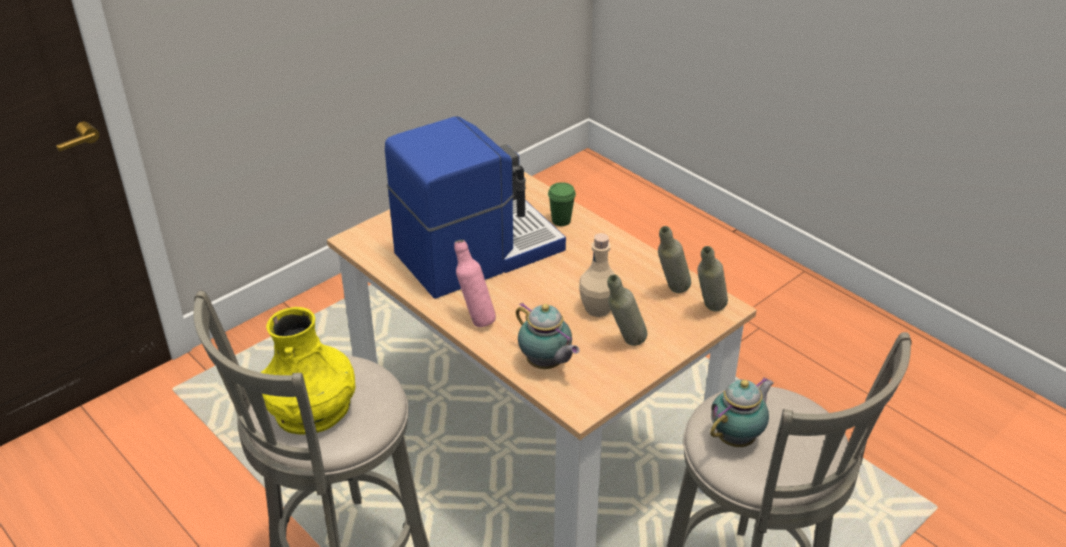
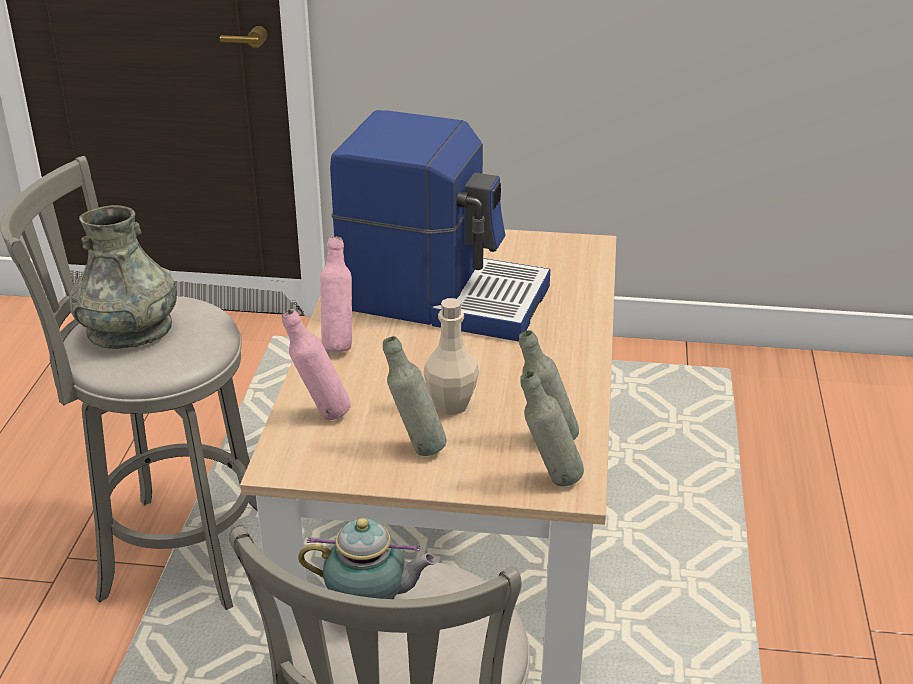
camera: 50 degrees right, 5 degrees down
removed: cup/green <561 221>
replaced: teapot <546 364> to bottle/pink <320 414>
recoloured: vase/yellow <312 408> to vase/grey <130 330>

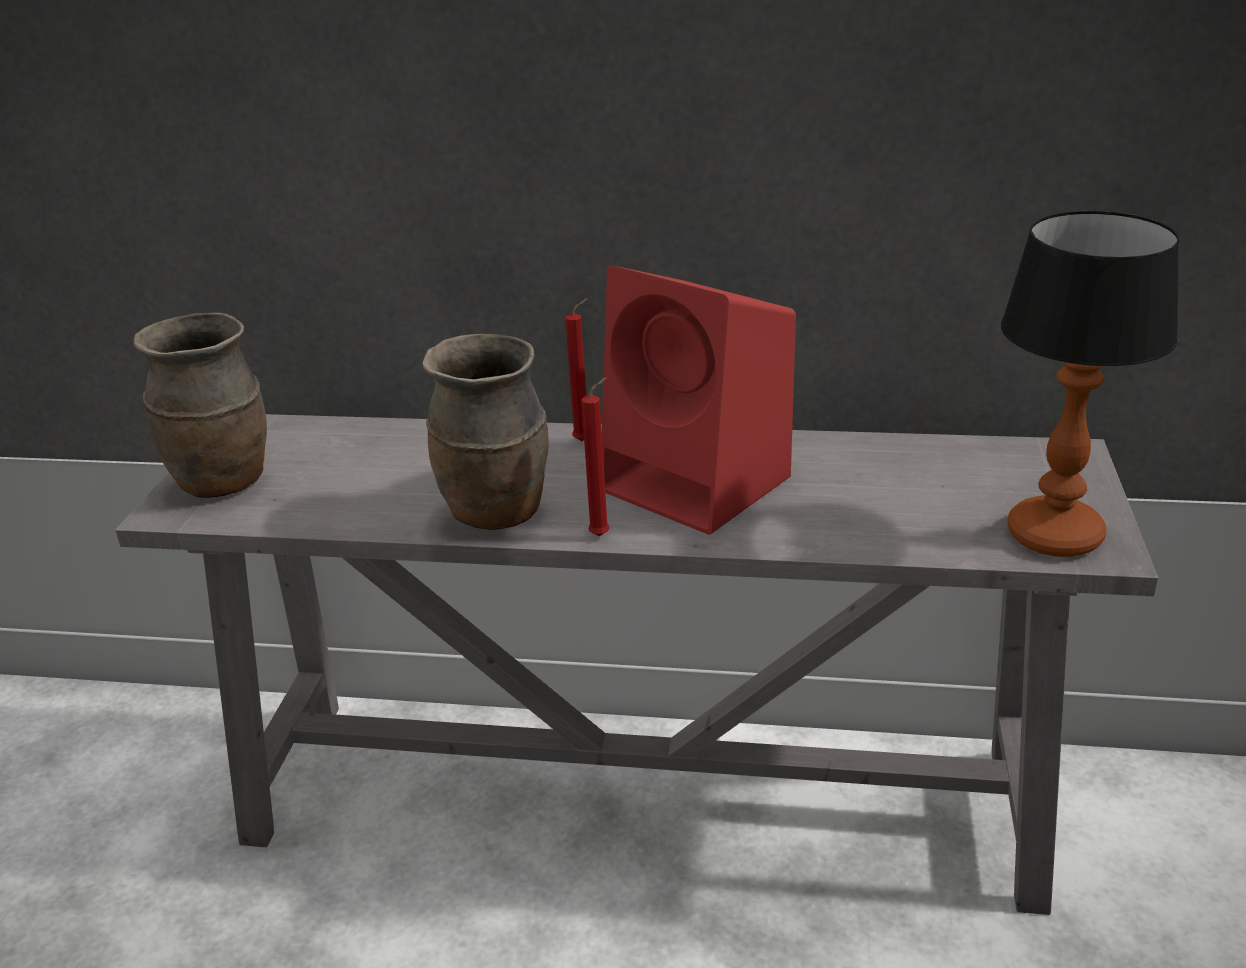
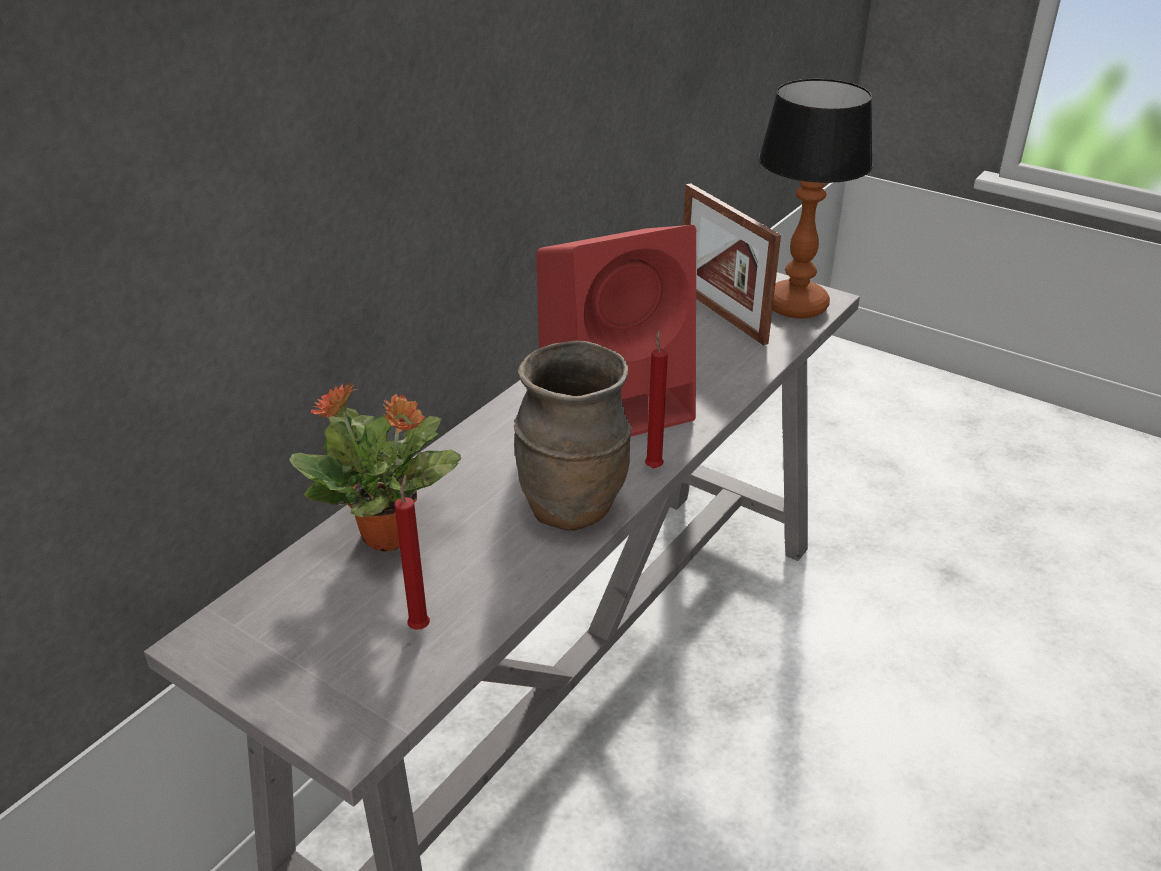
camera: 65 degrees left, 5 degrees up
removed: vase/brown <225 482>
added: picture frame <722 314>; potted plant <389 536>
moved: candle/red <585 440> to <420 625>

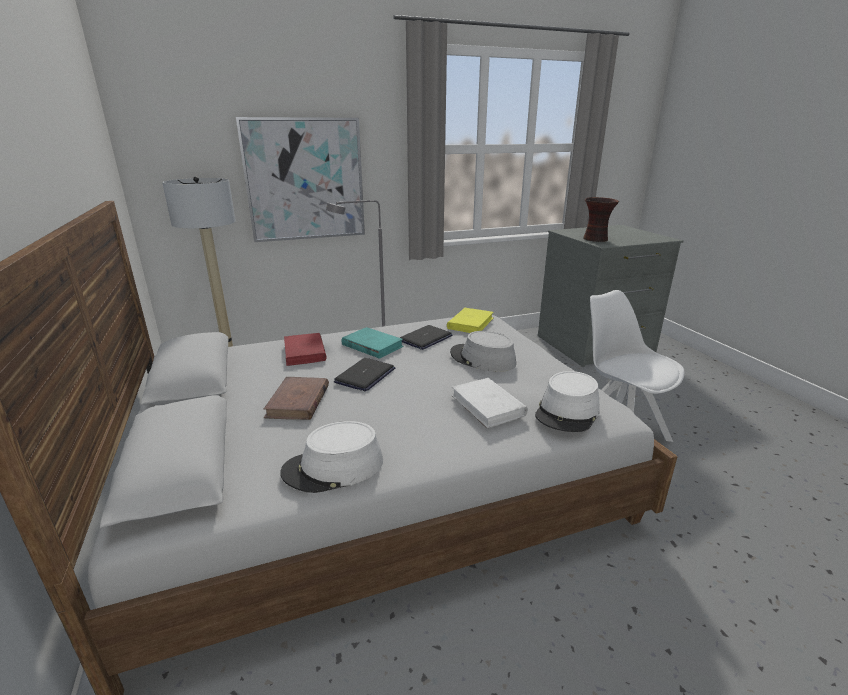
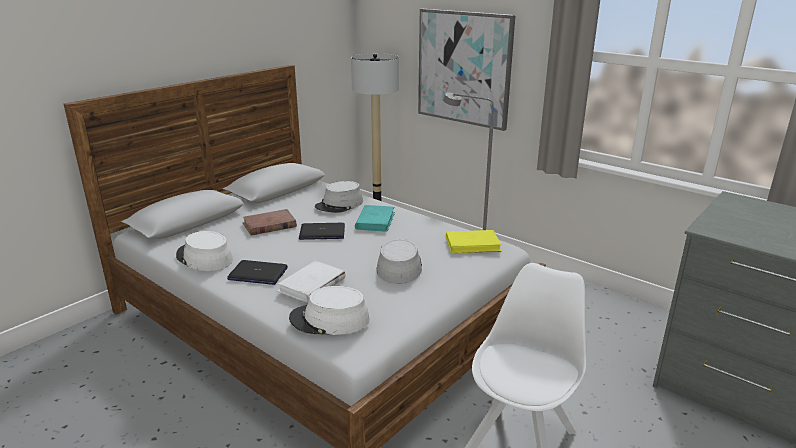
camera: 60 degrees right, 0 degrees up
removed: vase <596 239>
moved: laptop <425 338> to <257 274>
replaced: book/red <304 352> to hat/grey <339 204>

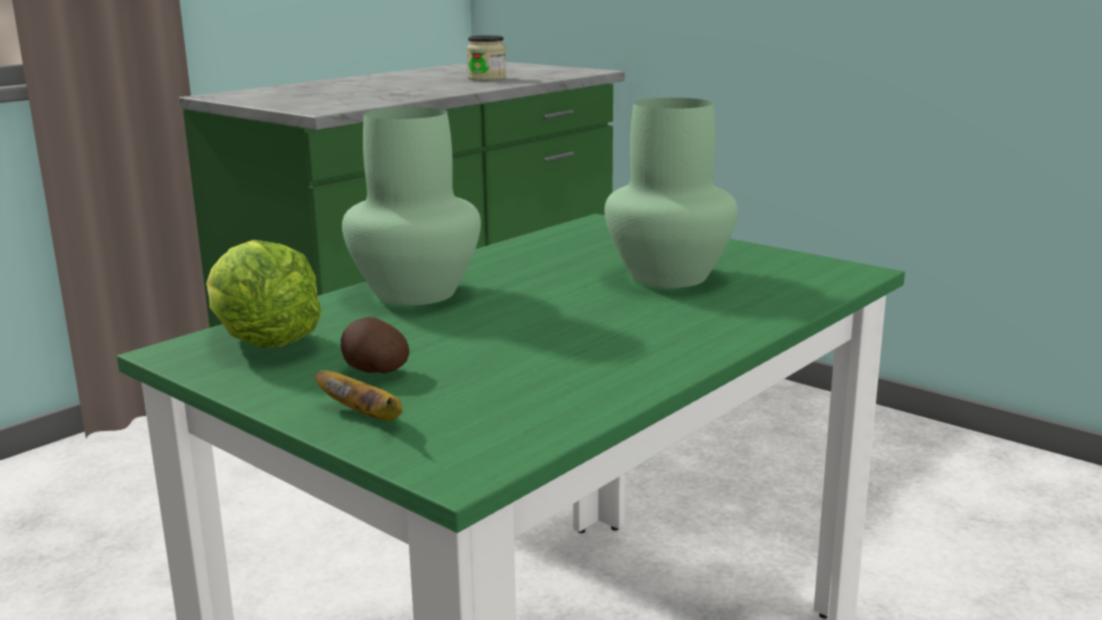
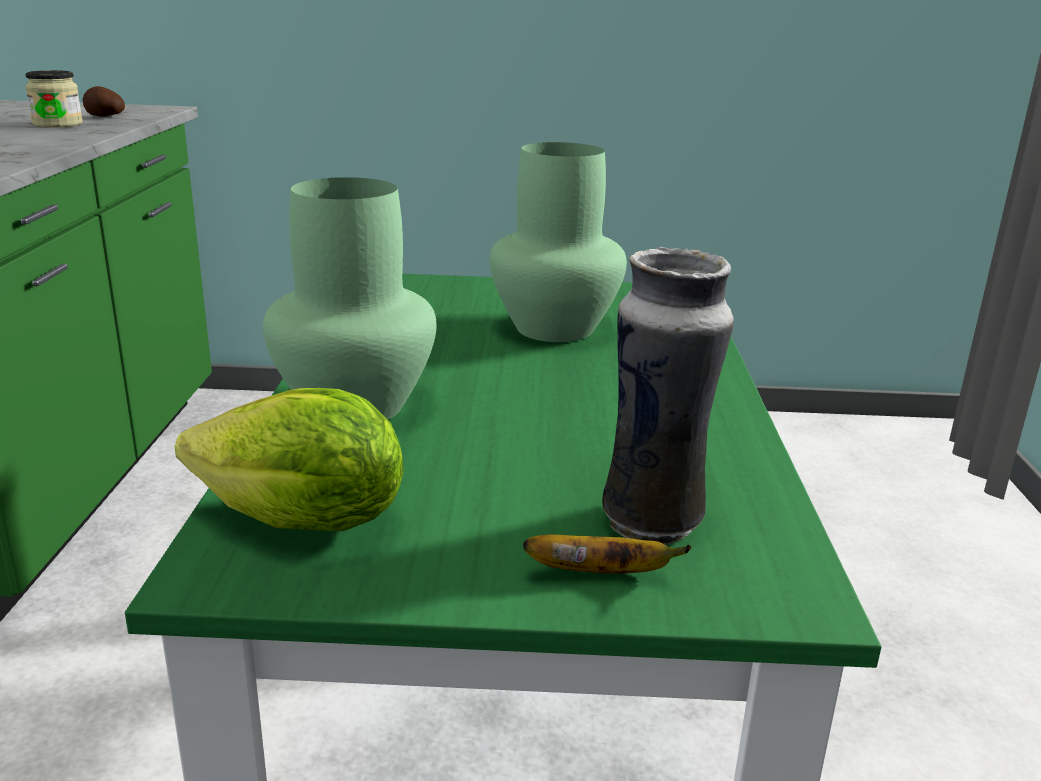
camera: 40 degrees left, 5 degrees up
added: vase <653 522>
moved: potato <374 372> to <105 116>

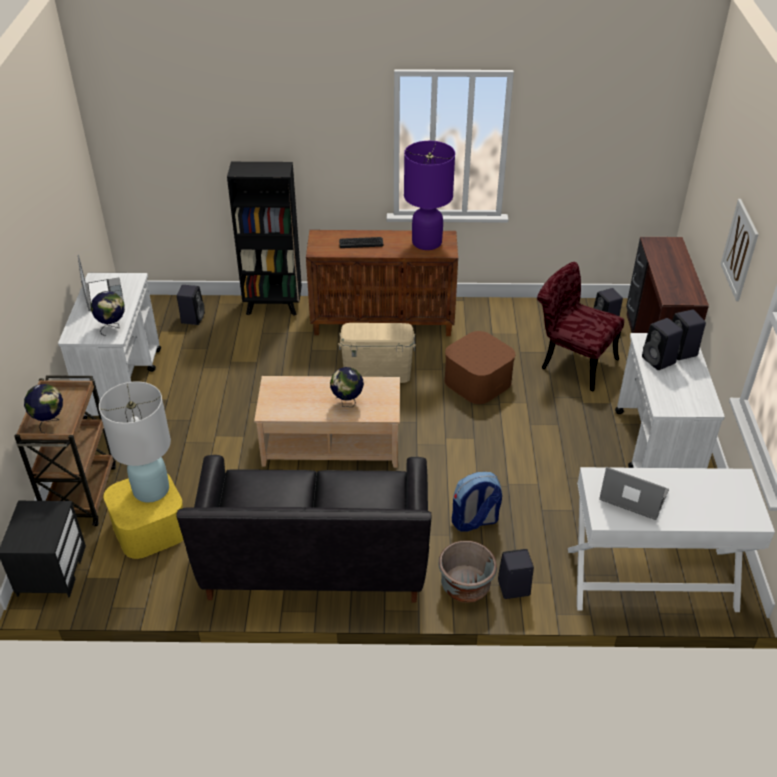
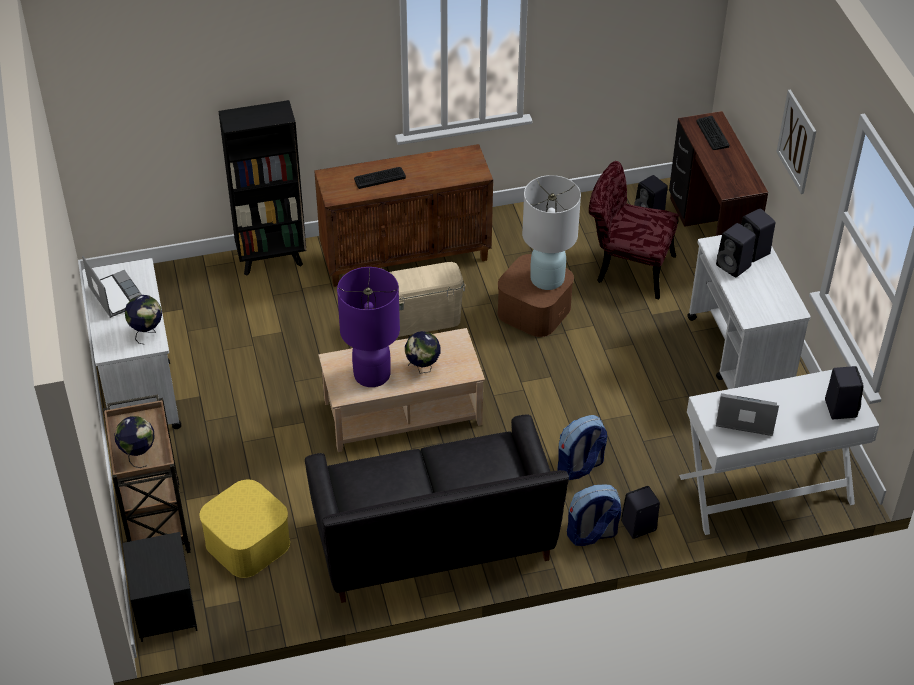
camera: 15 degrees left, 5 degrees up
added: keyboard <712 133>
moved: table lamp/purple <426 243> to <372 375>; speaker/black <193 318> to <839 407>; table lamp/white <151 489> to <547 278>
replaced: planter/grey <465 586> to backpack <591 534>

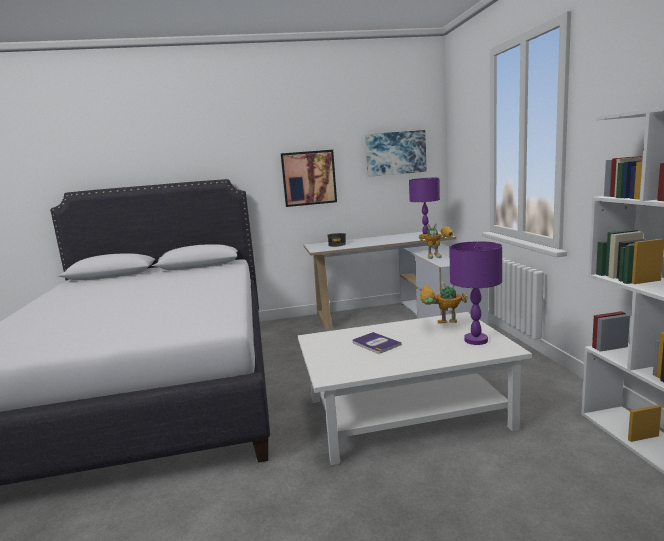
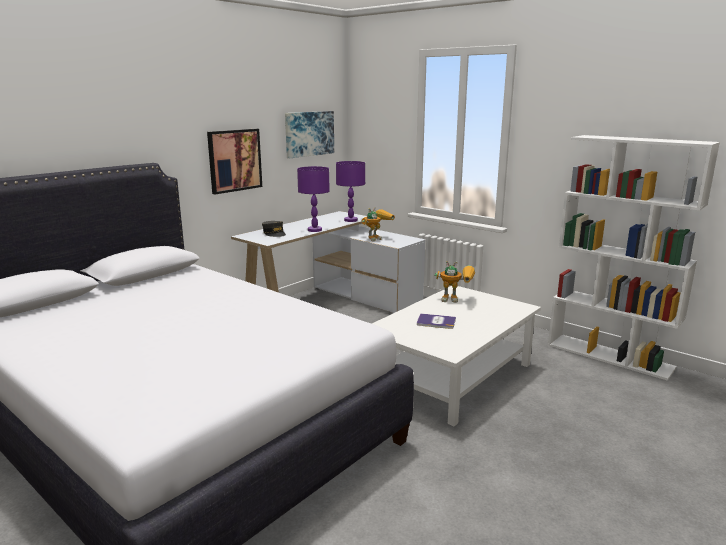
camera: 40 degrees left, 5 degrees up
moved: table lamp/purple <476 340> to <314 230>
turned: toy robot <440 326> = <456 299> 135 degrees counterclockwise

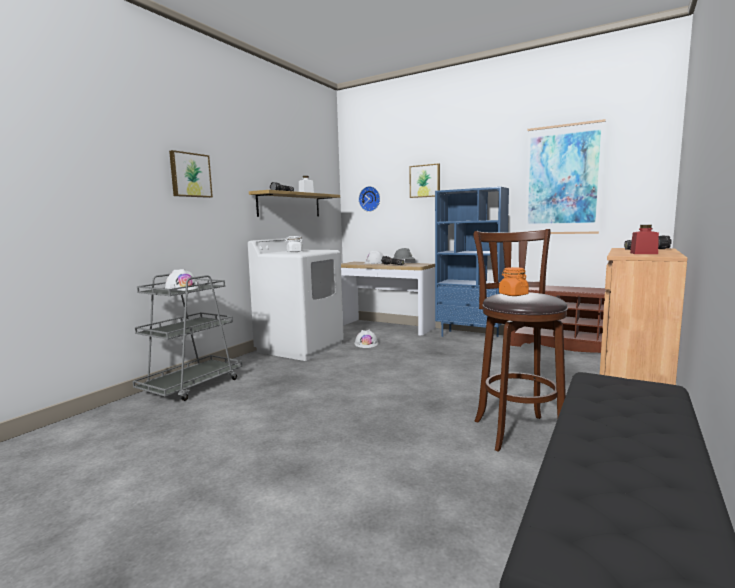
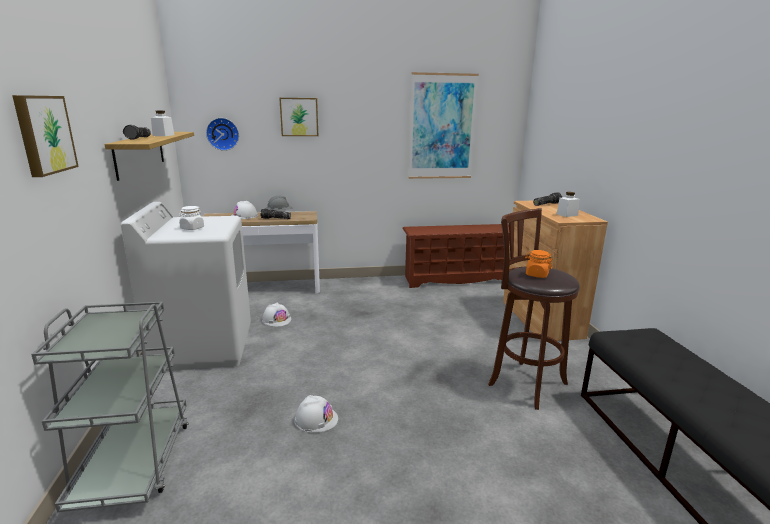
camera: 40 degrees left, 10 degrees up
removed: bookcase/blue <470 336>
moved: hard hat/white <182 288> to <316 419>
recoloured: jar/red <643 253> to jar/white <567 214>

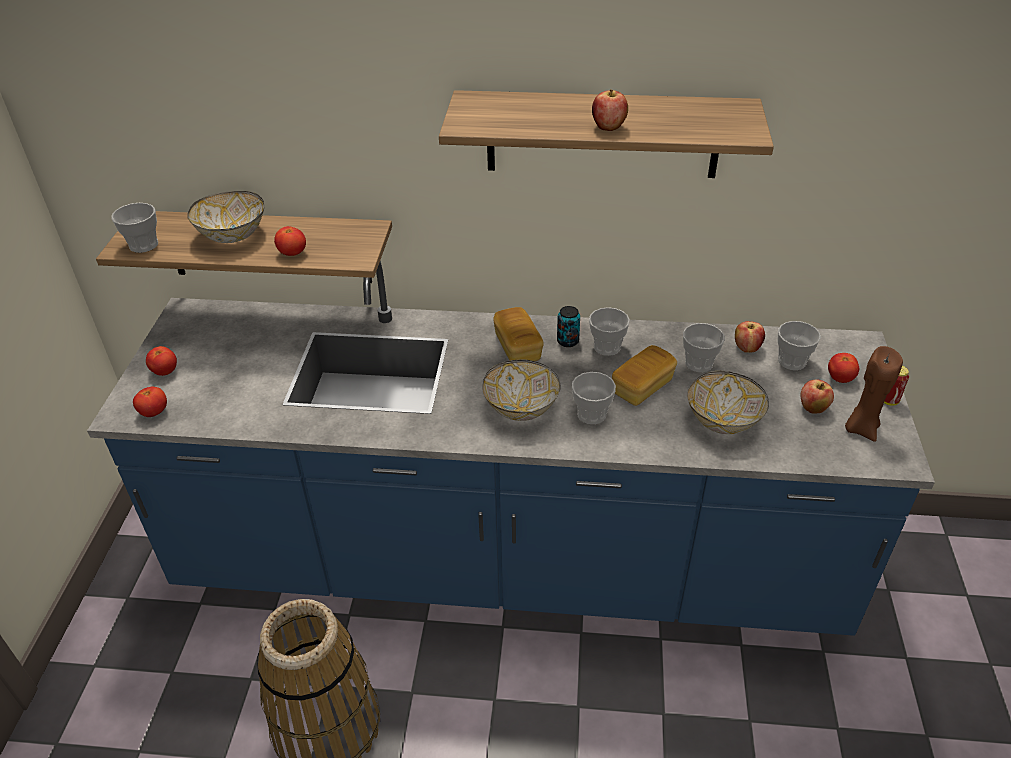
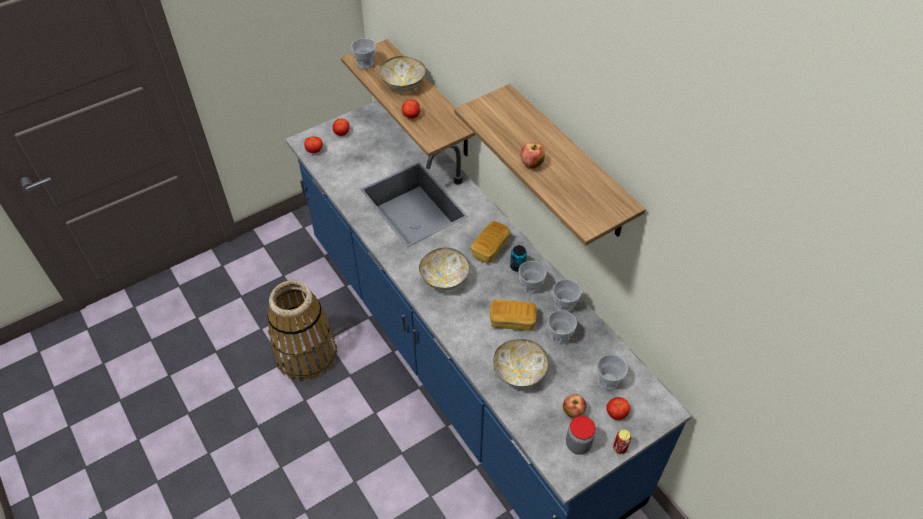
camera: 50 degrees right, 10 degrees up
removed: apple <747 348>
moved: cup <591 414> to <564 305>
replaced: candle/brown <861 428> to jar <578 444>

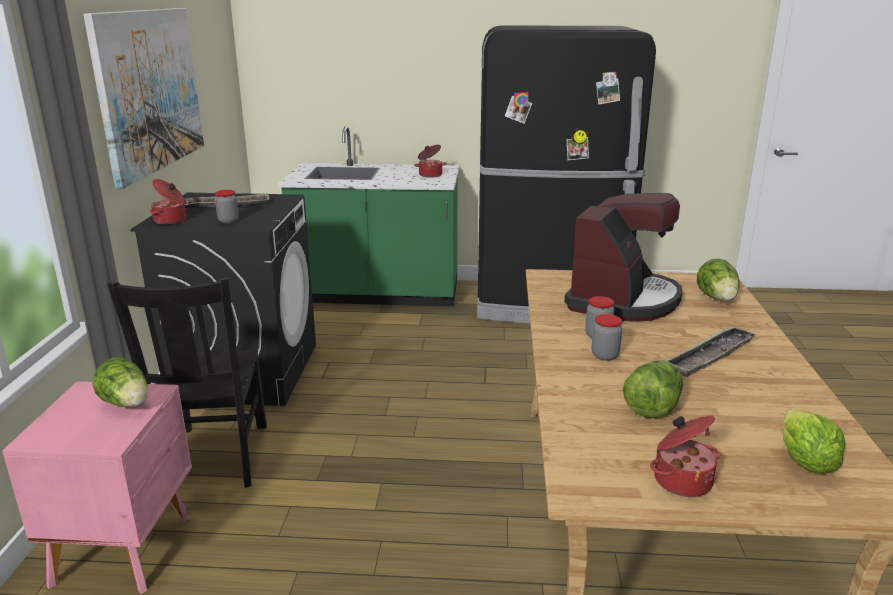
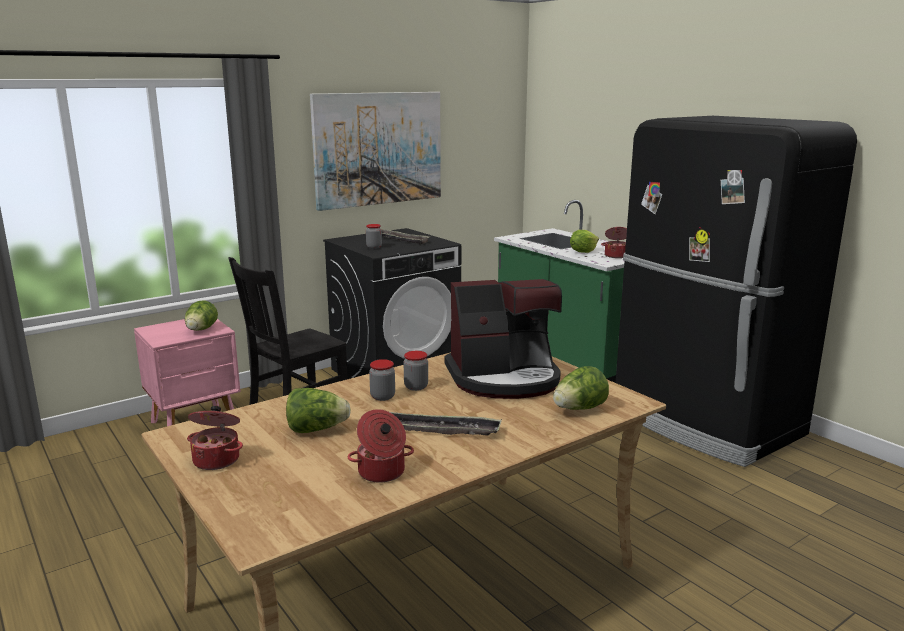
camera: 50 degrees right, 5 degrees down
moved: cooking pot <171 220> to <381 473>; lettuce <804 462> to <583 252>

